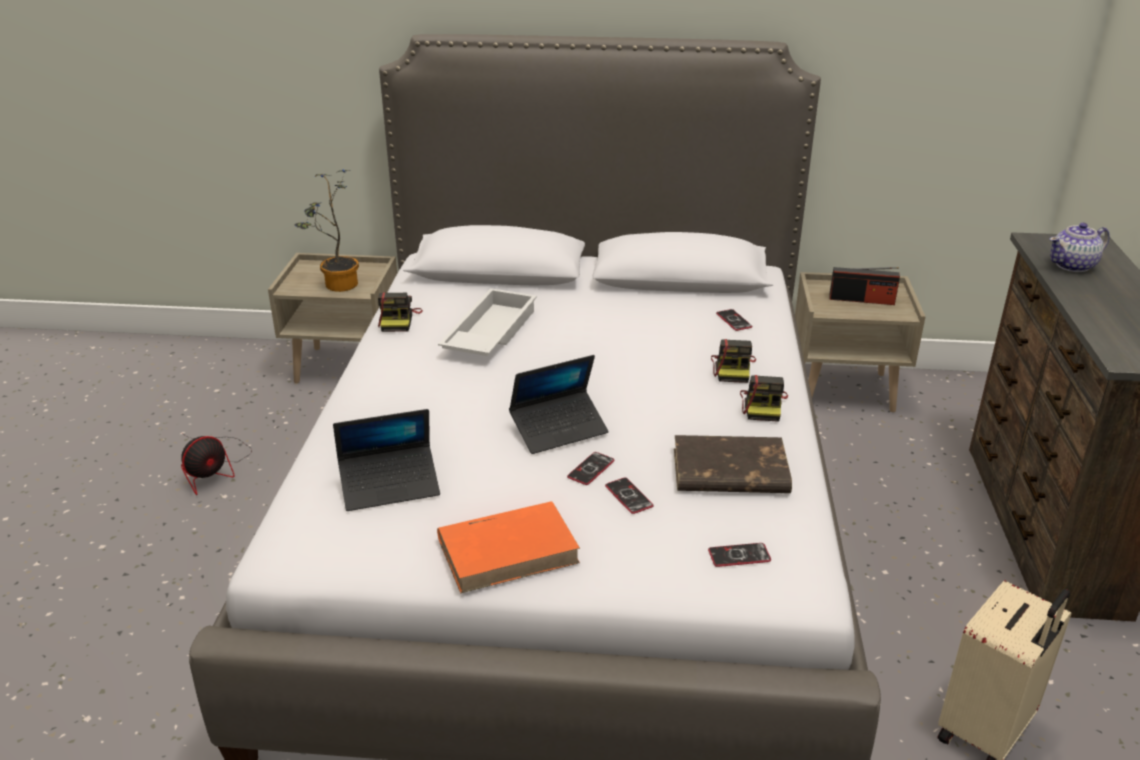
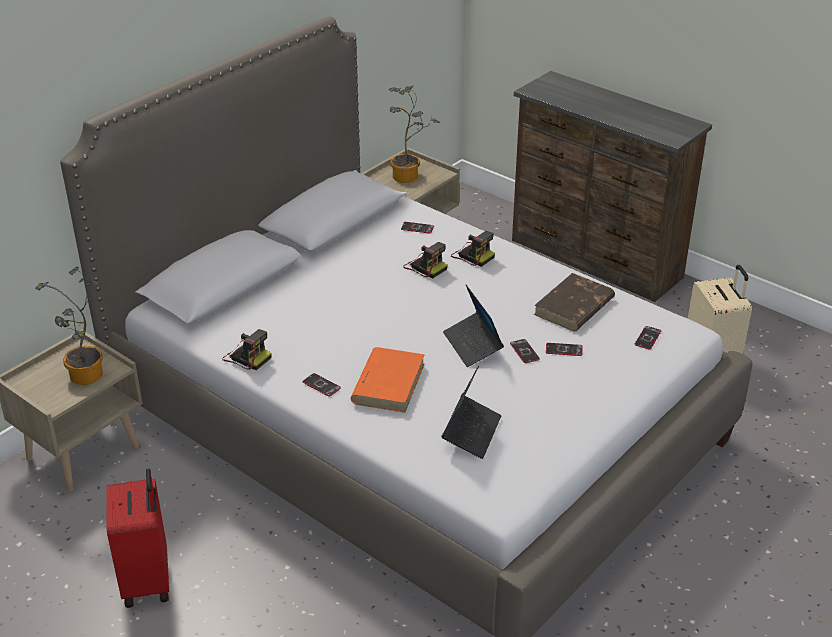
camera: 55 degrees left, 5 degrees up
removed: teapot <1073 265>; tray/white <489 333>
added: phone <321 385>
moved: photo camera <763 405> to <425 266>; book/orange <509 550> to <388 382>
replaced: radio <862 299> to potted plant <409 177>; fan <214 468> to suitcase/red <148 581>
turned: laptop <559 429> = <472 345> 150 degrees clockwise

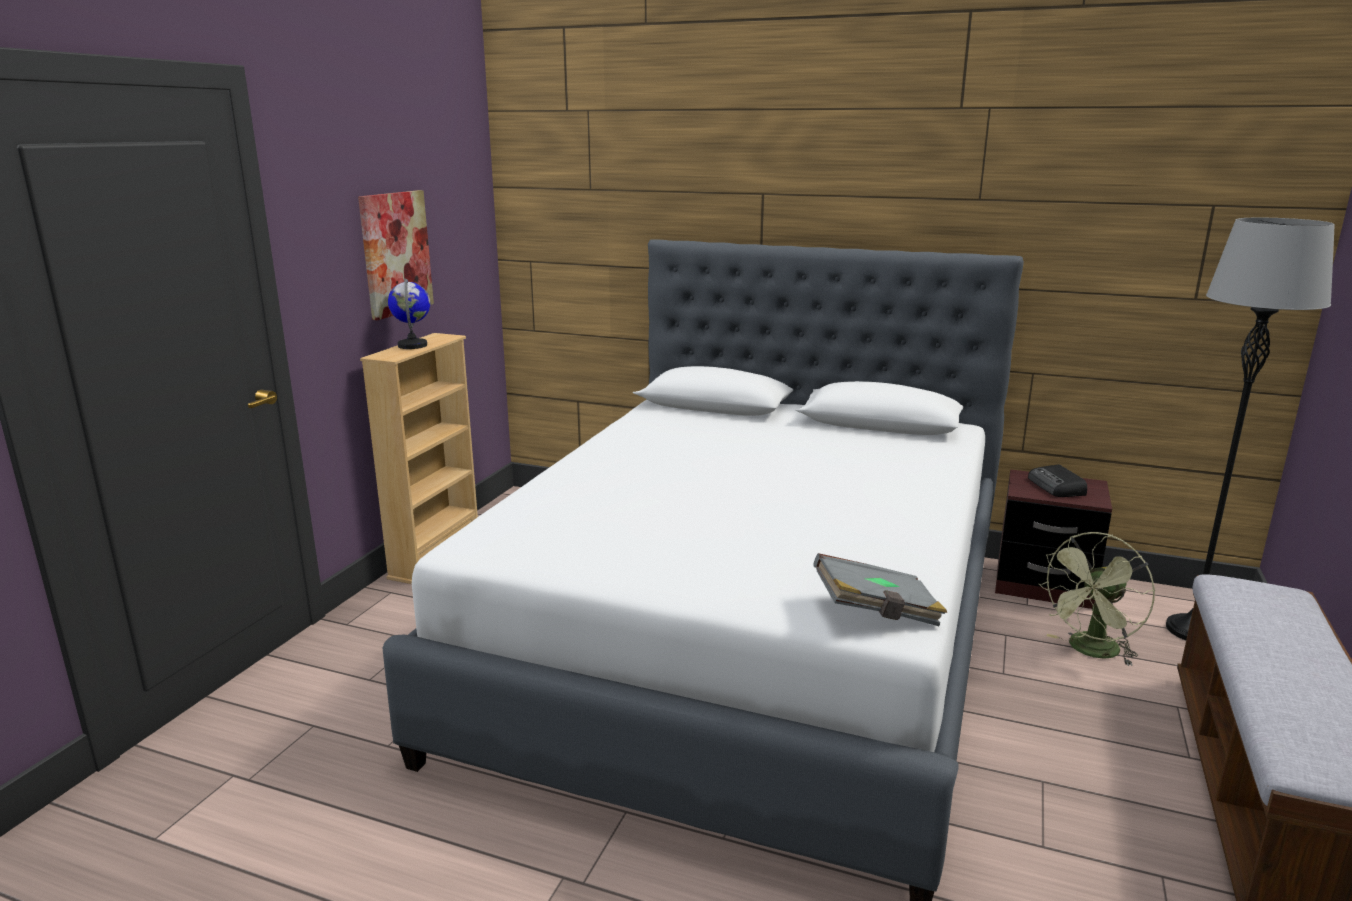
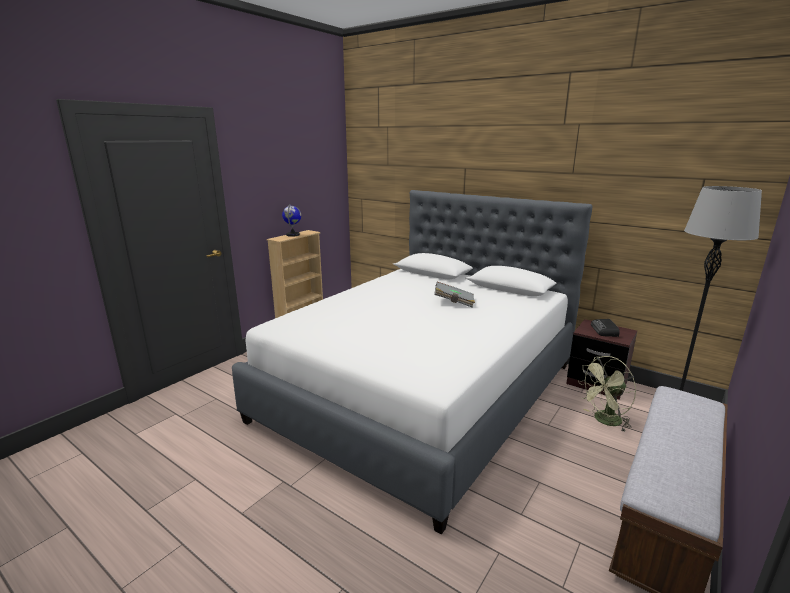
camera: 15 degrees right, 0 degrees up
removed: picture <395 253>
moved: book/grey <876 612> to <454 302>

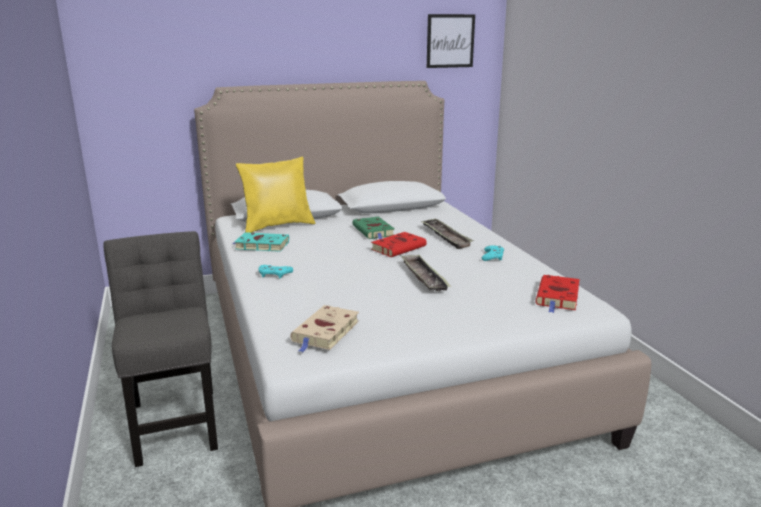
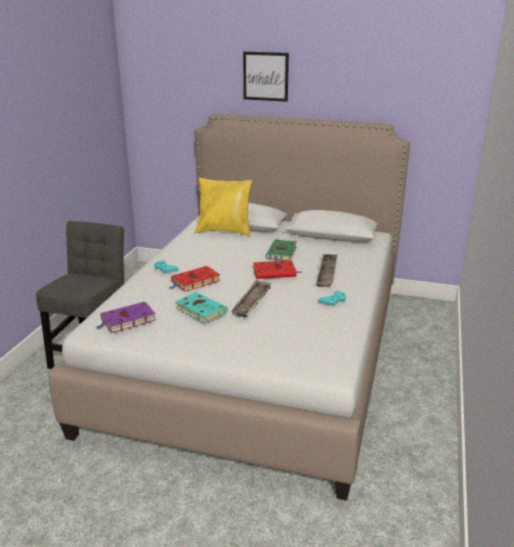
camera: 35 degrees right, 5 degrees up
moved: picture <450 41> to <265 76>; book/turquoise <260 245> to <200 310>; book/red <558 297> to <194 282>
recoloured: book/beige <325 332> to book/purple <127 320>

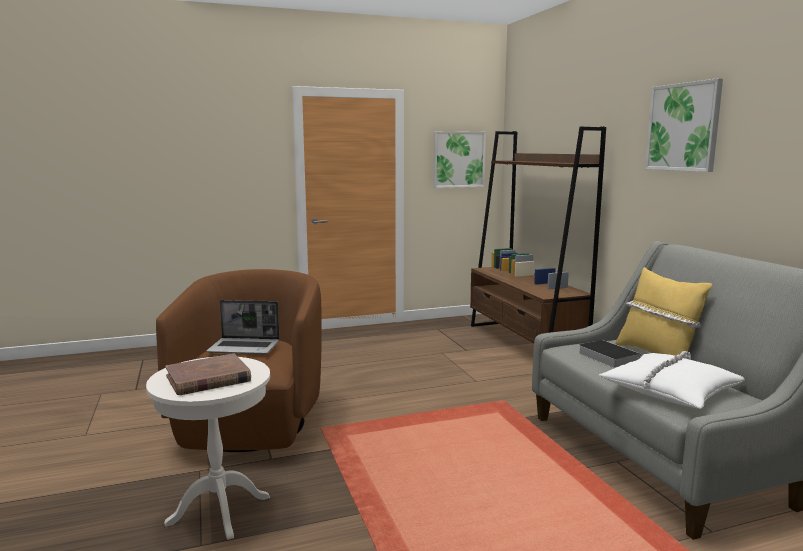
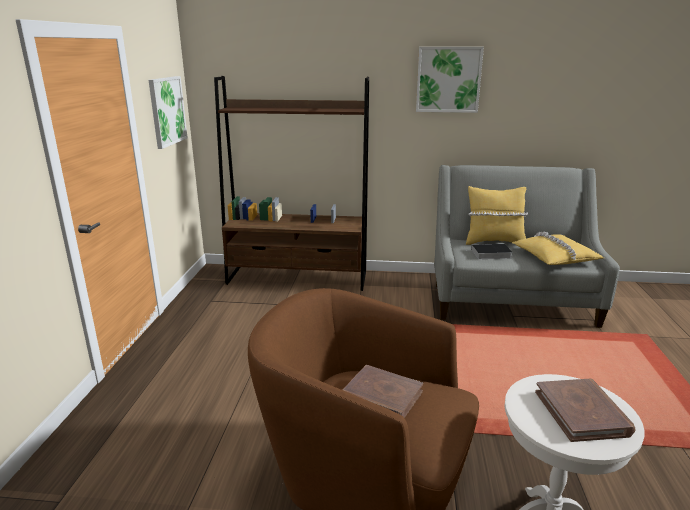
camera: 65 degrees left, 10 degrees up
replaced: laptop <245 347> to book/brown <381 396>
recoloured: pillow/white <669 390> to pillow/yellow <554 257>

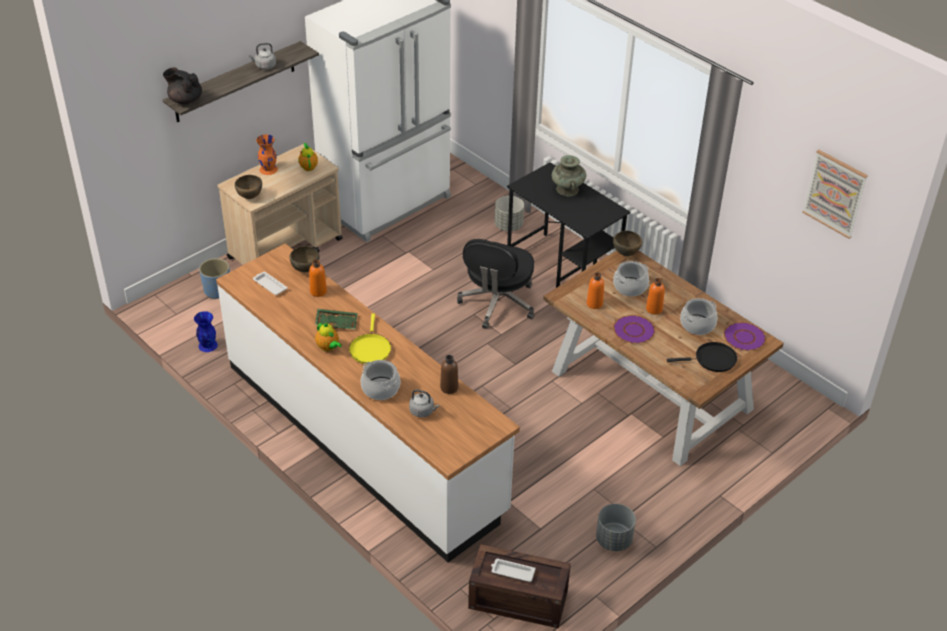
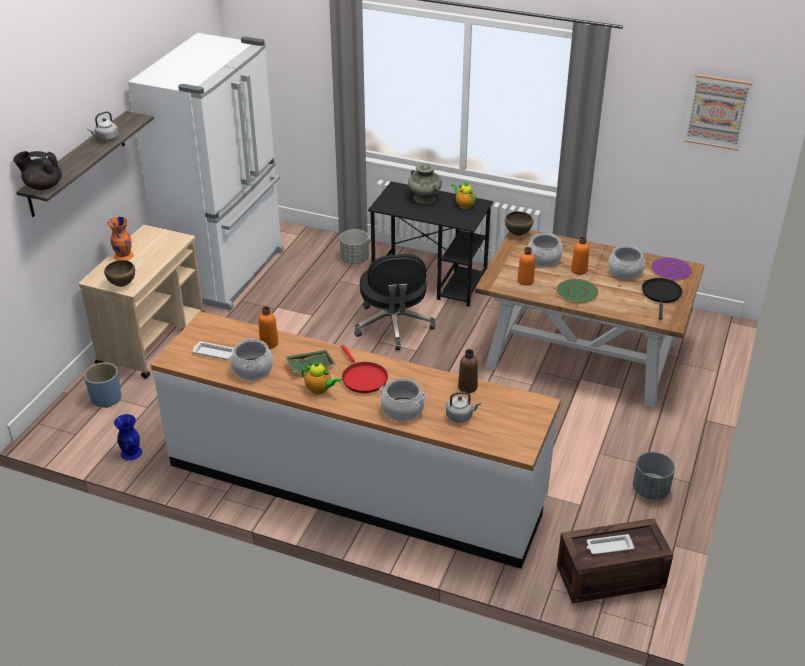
camera: 25 degrees left, 5 degrees down
removed: bowl/brown <305 270>
added: cooking pot <252 369>
moved: teapot <308 166> to <464 205>
recoloured: frying pan/yellow <370 349> to frying pan/red <363 378>; plate/purple <634 330> to plate/green <577 292>
turned: frying pan/black <712 360> = <661 295> 45 degrees counterclockwise

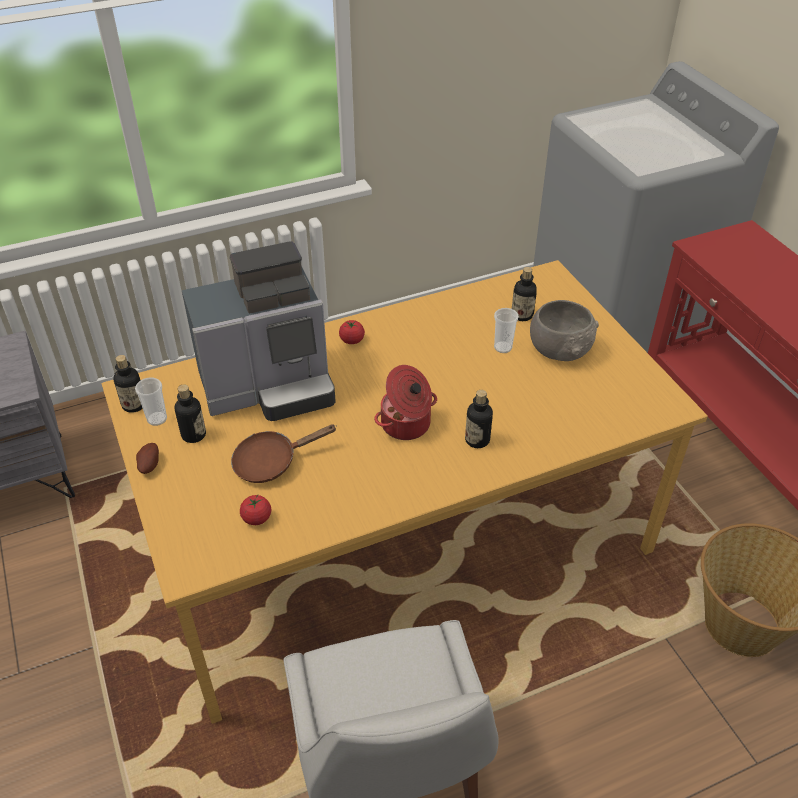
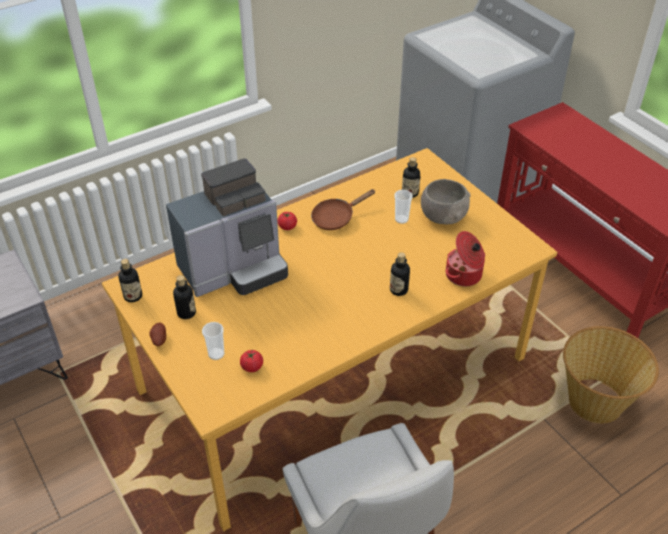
camera: 10 degrees left, 0 degrees up
moved: cooking pot <406 425> to <464 275>; cup <157 419> to <216 354>; frying pan/brown <271 462> to <336 218>

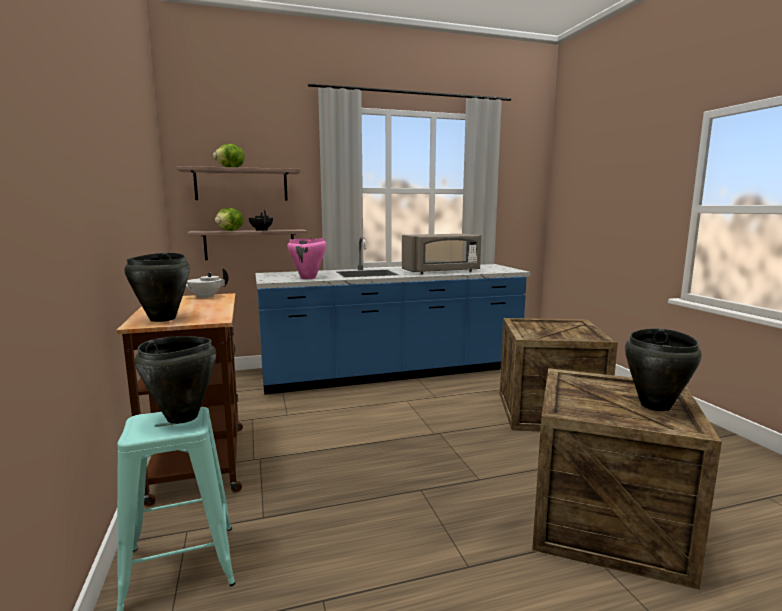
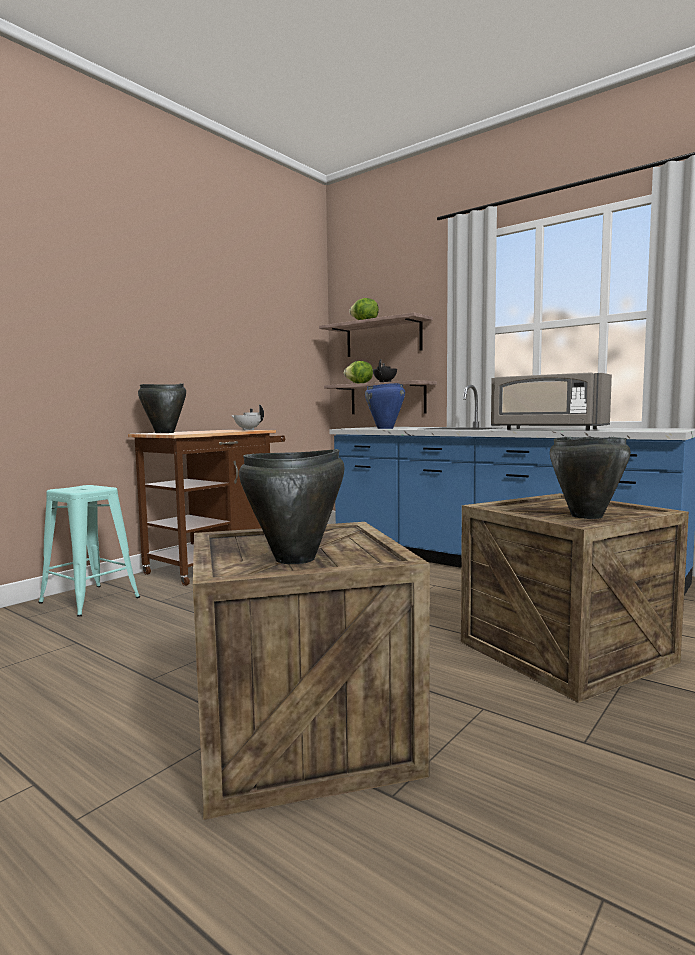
camera: 55 degrees right, 5 degrees down
moved: cooking pot/black <182 417> to <586 516>
recoloured: cooking pot/pink <308 278> to cooking pot/blue <385 428>

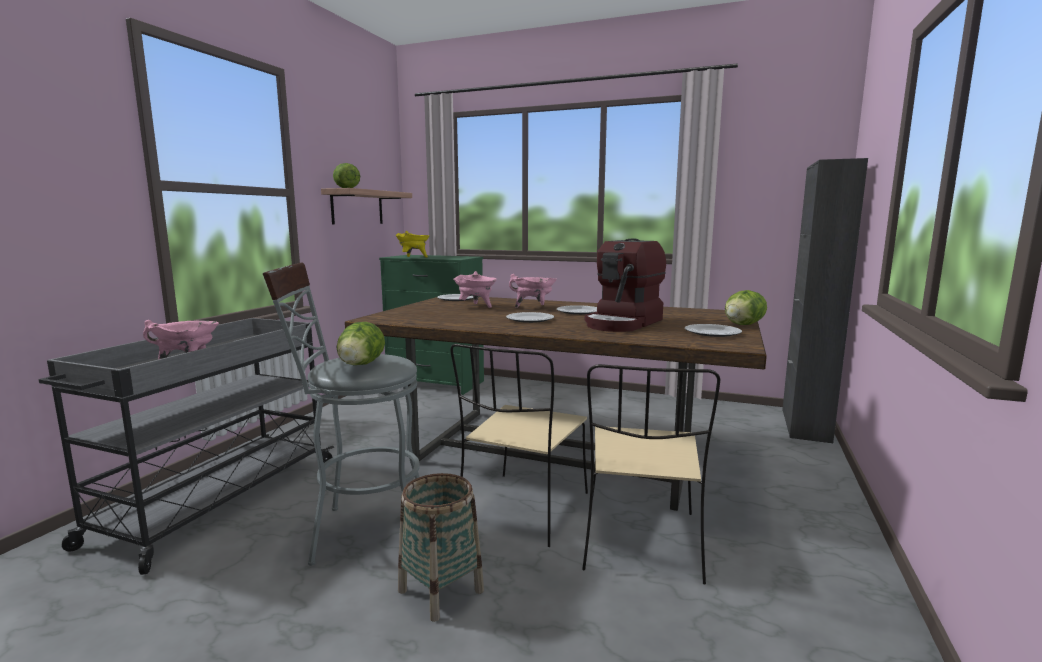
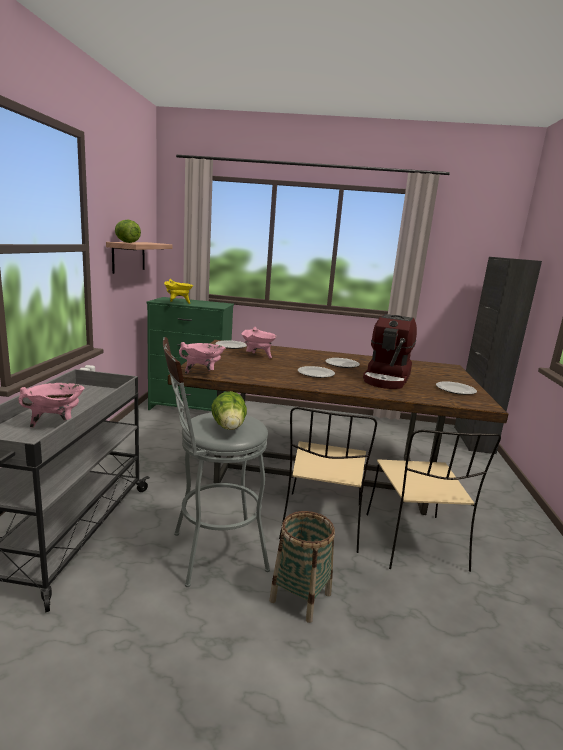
camera: 15 degrees left, 5 degrees up
removed: lettuce <743 325>
moved: cooking pot/pink <534 307> to <203 373>

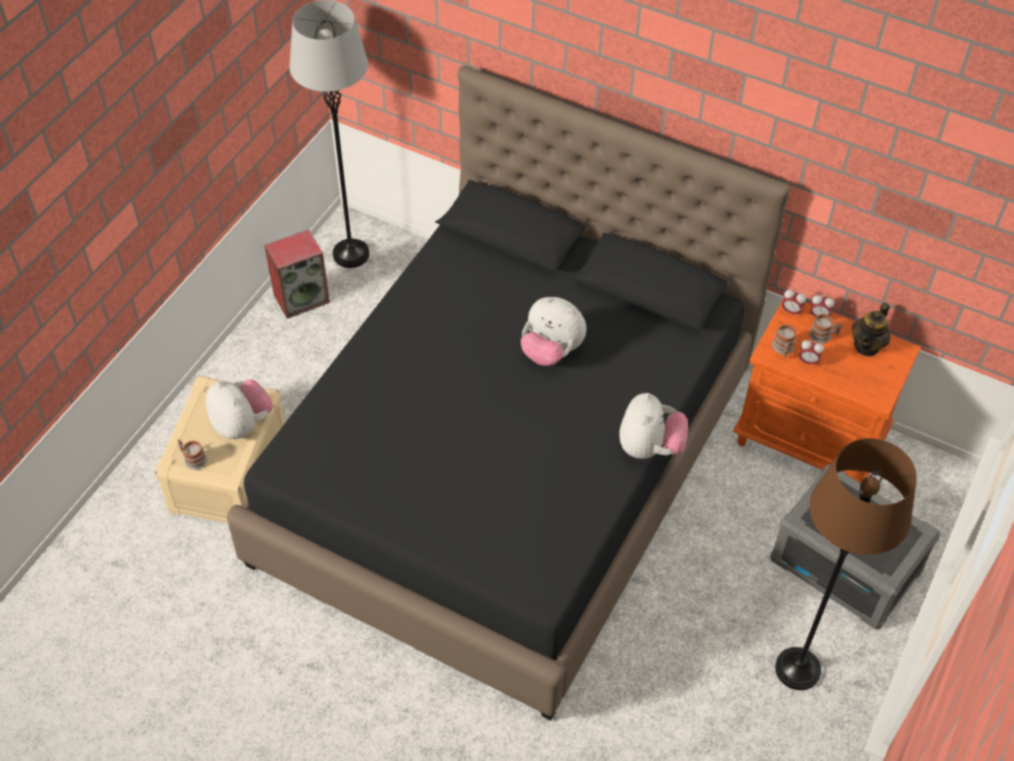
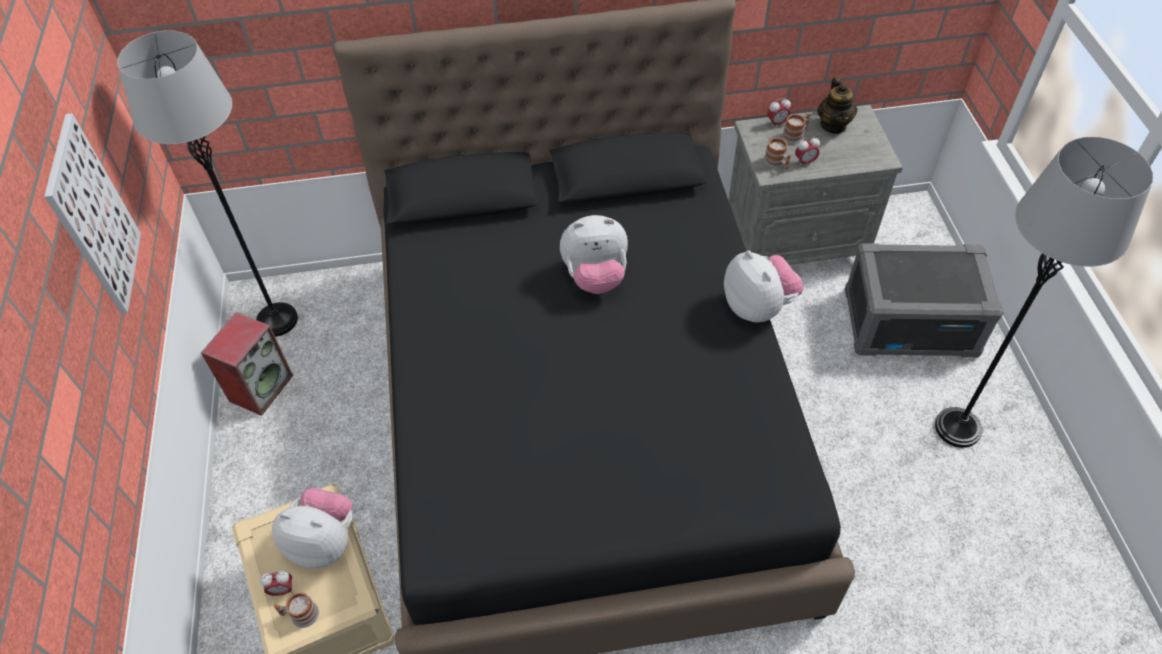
camera: 35 degrees left, 0 degrees up
added: picture <94 217>
moved: alarm clock <791 311> to <282 590>
recoloured: nightstand/orange <810 440> to nightstand/grey <795 244>; floor lamp/brown <797 669> to floor lamp/grey <957 428>

